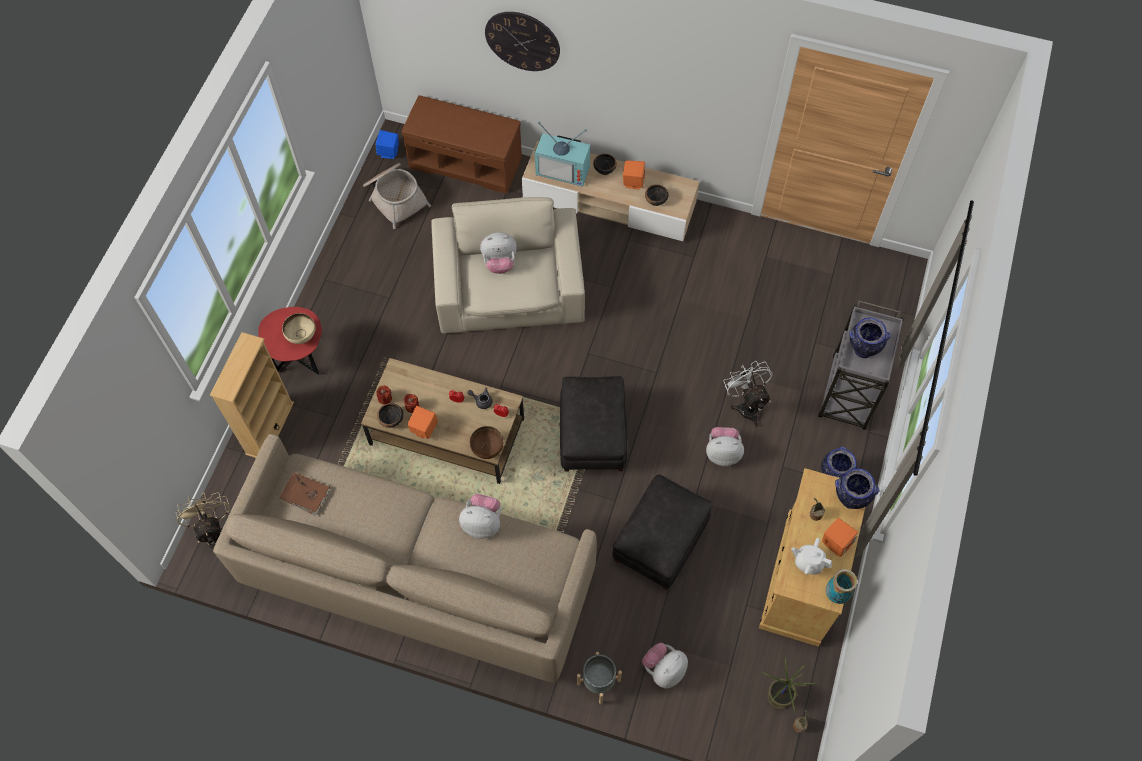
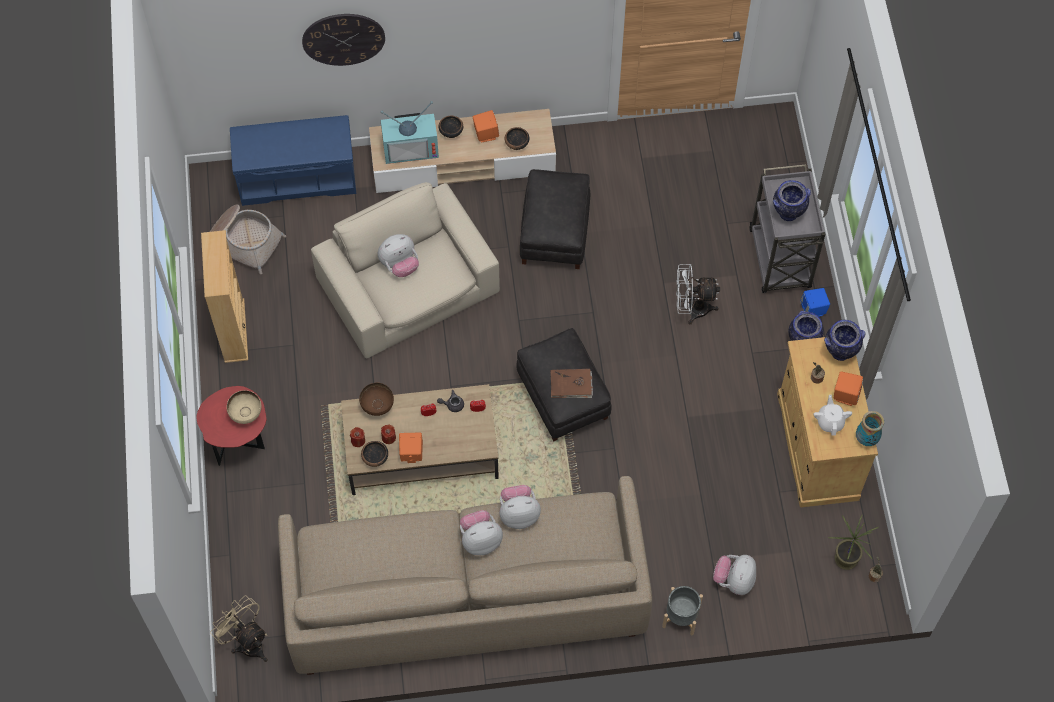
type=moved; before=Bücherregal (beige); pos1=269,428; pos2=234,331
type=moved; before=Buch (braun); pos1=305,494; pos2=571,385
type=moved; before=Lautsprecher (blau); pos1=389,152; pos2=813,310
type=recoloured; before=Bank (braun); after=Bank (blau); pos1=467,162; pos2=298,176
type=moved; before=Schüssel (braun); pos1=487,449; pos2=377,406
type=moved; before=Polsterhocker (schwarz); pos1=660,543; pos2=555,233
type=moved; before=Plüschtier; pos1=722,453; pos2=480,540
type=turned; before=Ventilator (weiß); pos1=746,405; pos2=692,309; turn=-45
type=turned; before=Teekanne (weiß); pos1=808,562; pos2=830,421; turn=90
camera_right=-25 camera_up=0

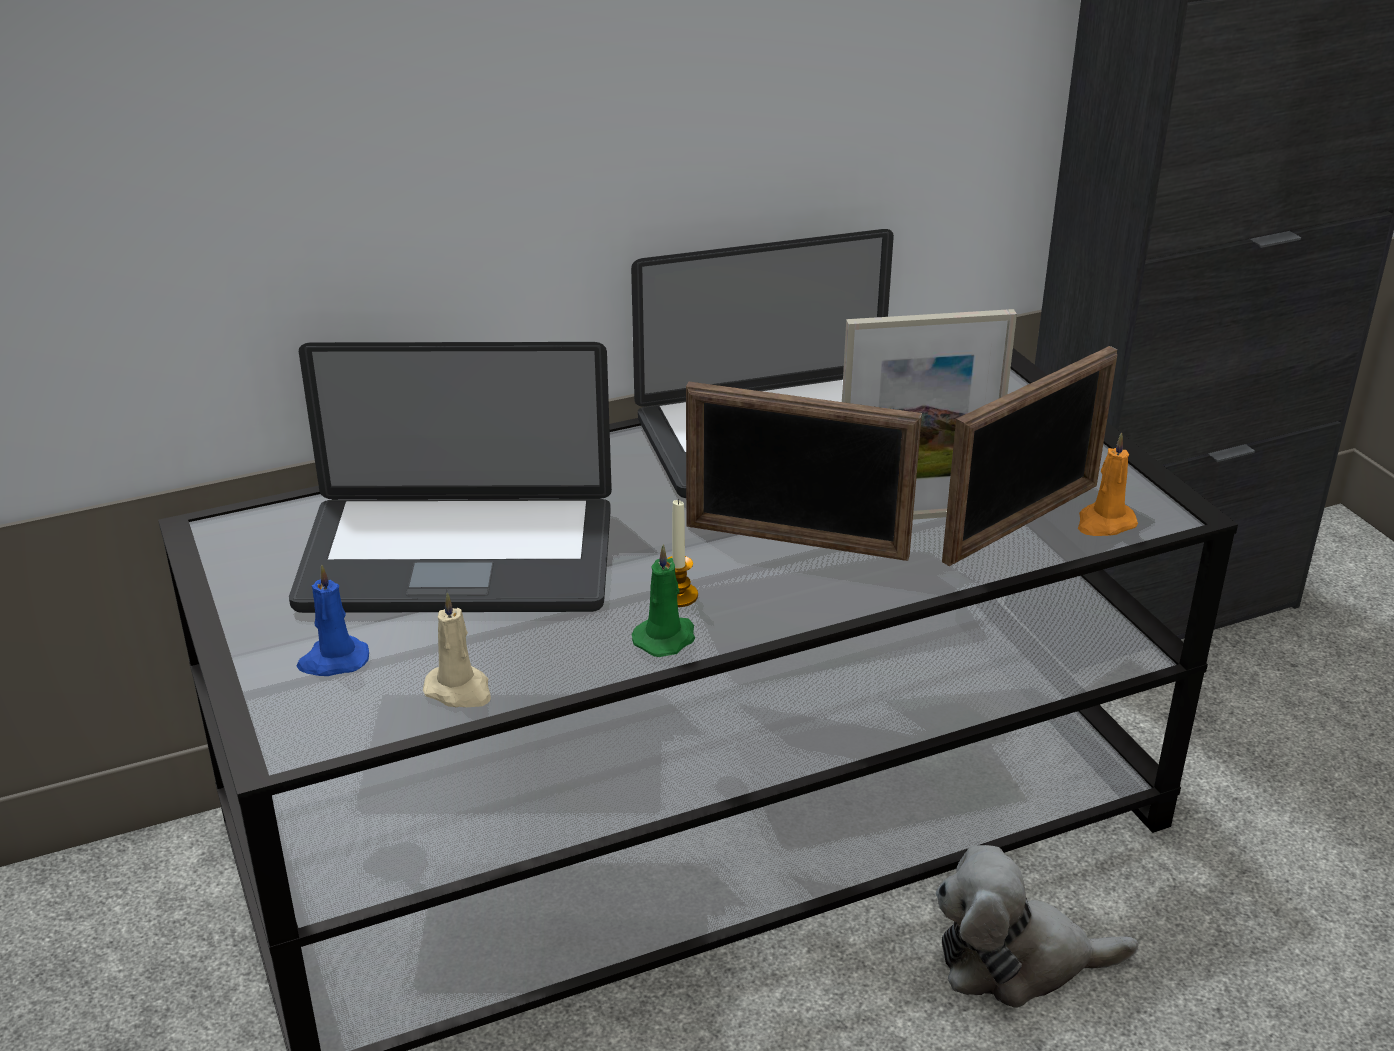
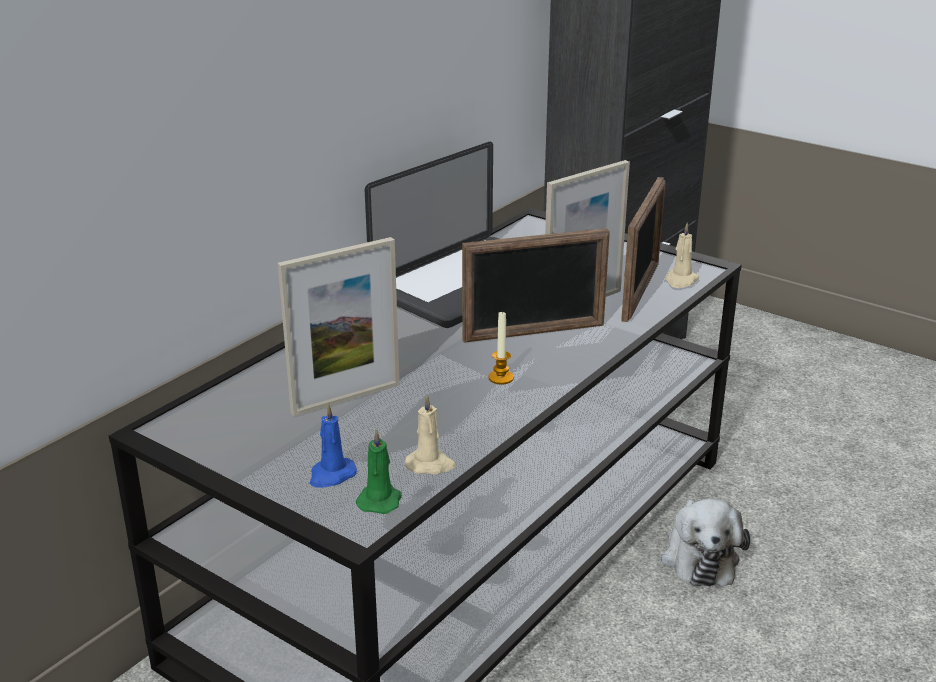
type=replaced; before=Laptop; after=Bilderrahmen; pos1=458,560; pos2=346,398
type=moved; before=Kerze (grün); pos1=666,638; pos2=380,500
type=turned; before=Plüschtier; pos1=1017,961; pos2=699,556; turn=-60
type=recoloured; before=Kerze (orange); after=Kerze (beige); pos1=1104,523; pos2=681,280
camera_right=-30 camera_up=-5

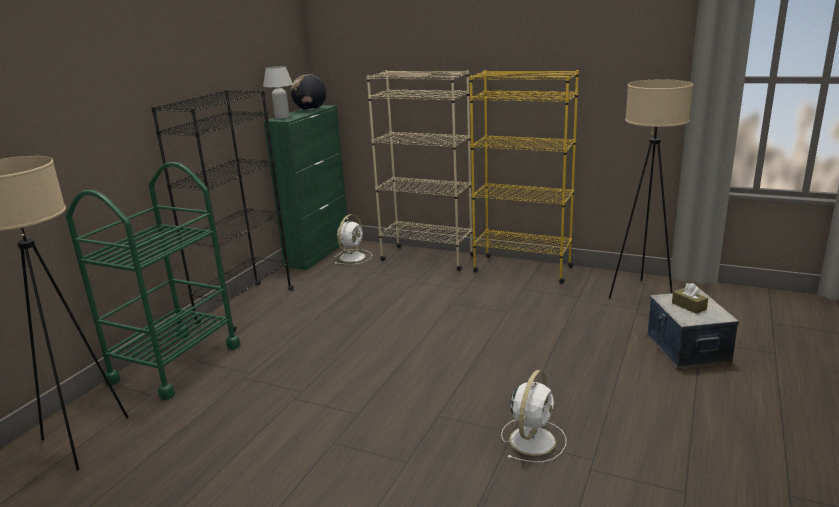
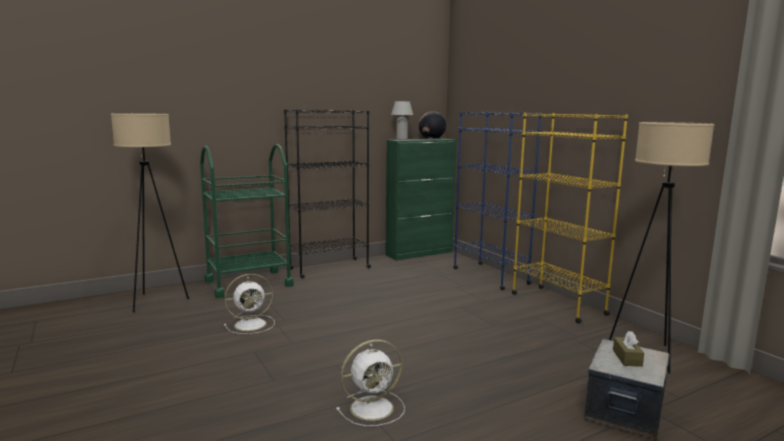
type=moved; before=Ventilator (weiß); pos1=353,257; pos2=252,324
type=recoloured; before=Bücherregal (beige); after=Bücherregal (blau); pos1=427,258; pos2=490,276
camera_right=35 camera_up=-10

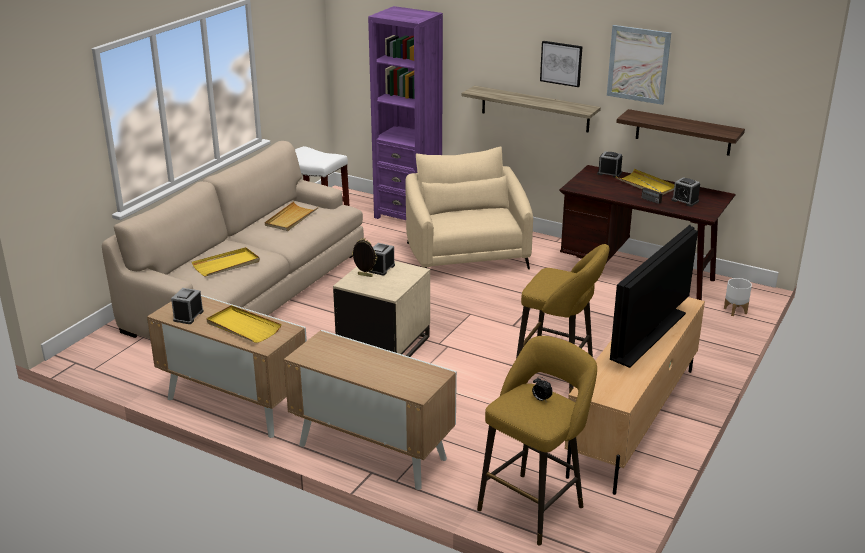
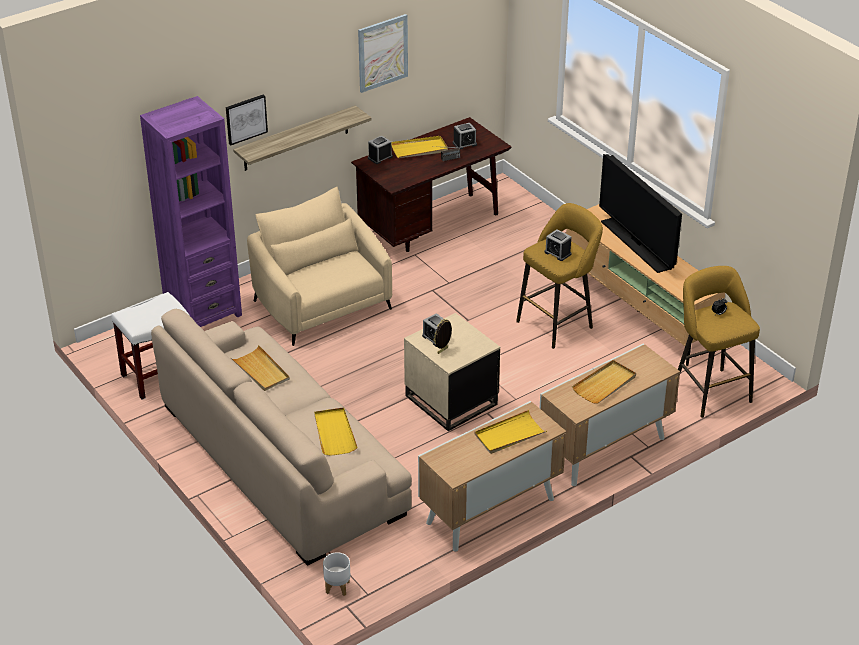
type=moved; before=Wecker; pos1=188,316; pos2=557,253
type=turned; before=Sessel (beige); pos1=467,255; pos2=322,304; turn=45
type=moved; before=Bild; pos1=561,63; pos2=246,119
type=removed; before=Wandregal; pos1=683,132
type=moved; before=Pflanzkübel (weiß); pos1=735,310; pos2=337,587
type=added; after=Tablett (beige); pos2=605,384
camera_right=-65 camera_up=10

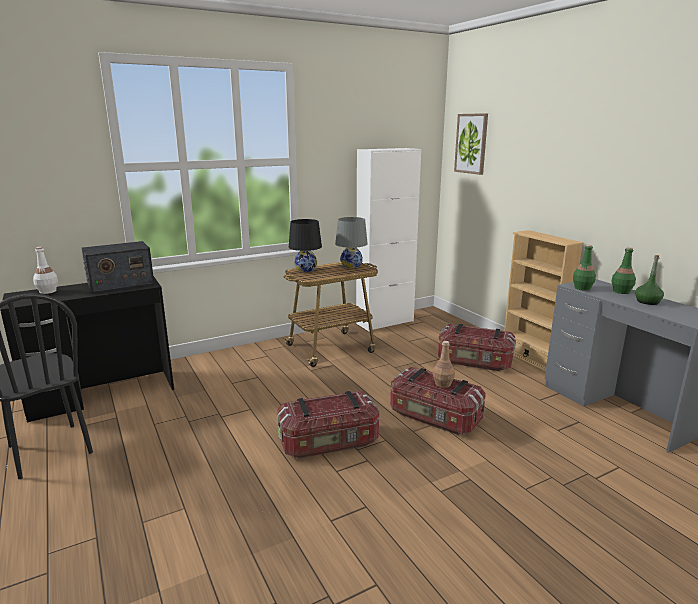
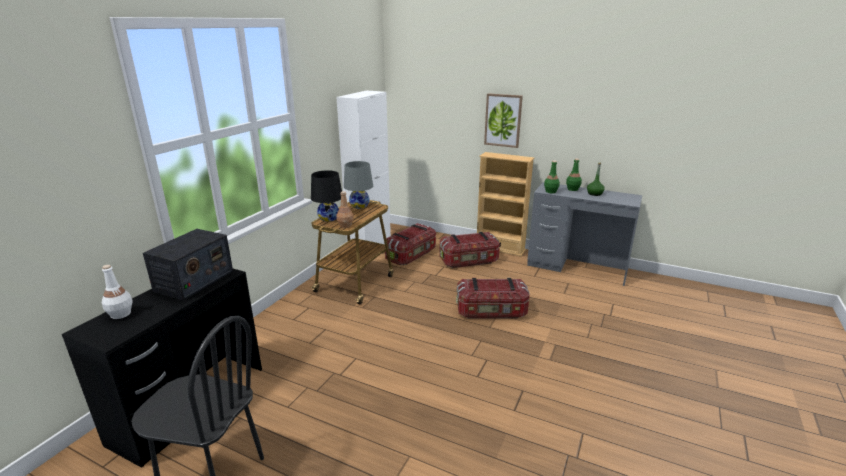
type=moved; before=Aufbewahrungsbox; pos1=329,443; pos2=412,255
type=moved; before=Flasche (braun); pos1=443,384; pos2=345,225
type=moved; before=Bild; pos1=471,143; pos2=503,120
camera_right=-35 camera_up=5

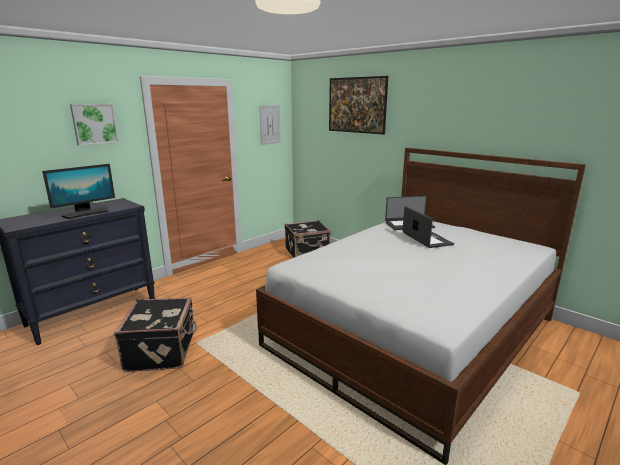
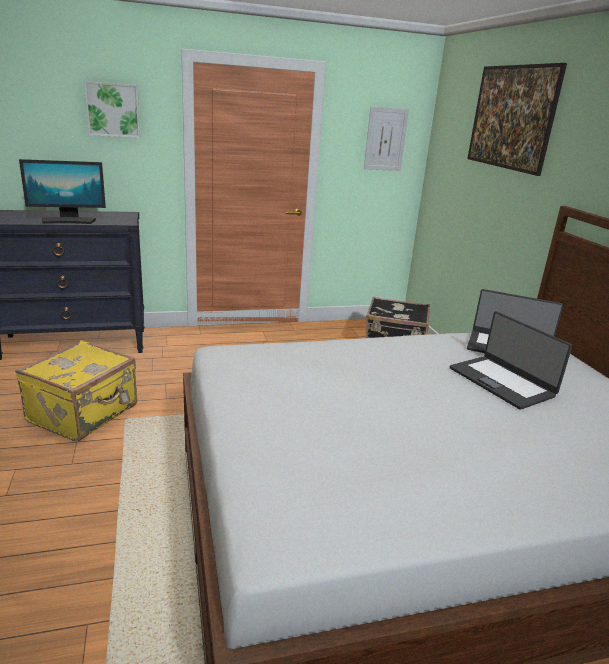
type=recoloured; before=Koffer (schwarz); after=Koffer (gelb); pos1=162,351; pos2=85,414
type=turned; before=Laptop; pos1=426,239; pos2=502,382; turn=135
camera_right=30 camera_up=5

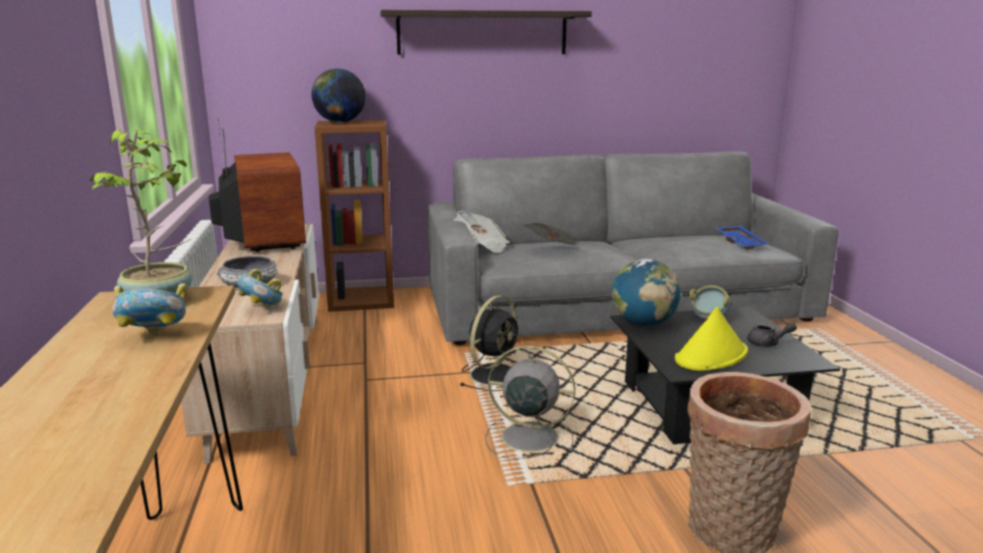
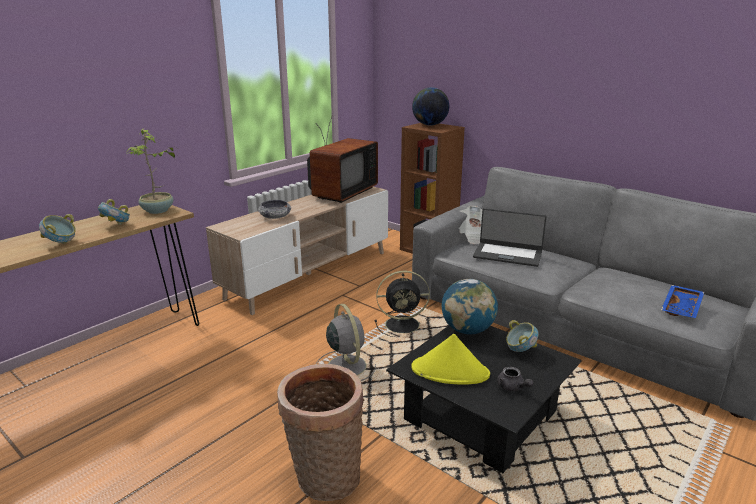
type=moved; before=Schüssel; pos1=262,309; pos2=61,243
type=removed; before=Wandregal; pos1=482,33
type=replaced; before=Zeitung; after=Laptop; pos1=553,249; pos2=507,254
camera_right=50 camera_up=5

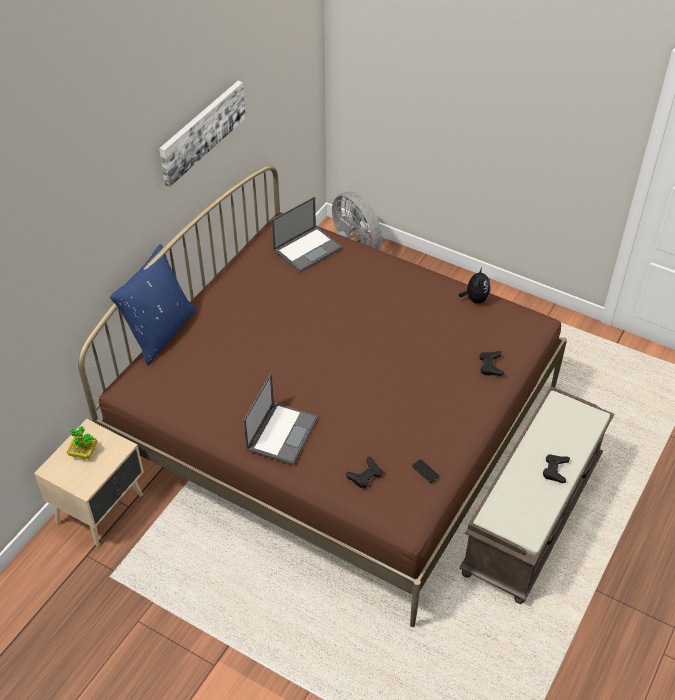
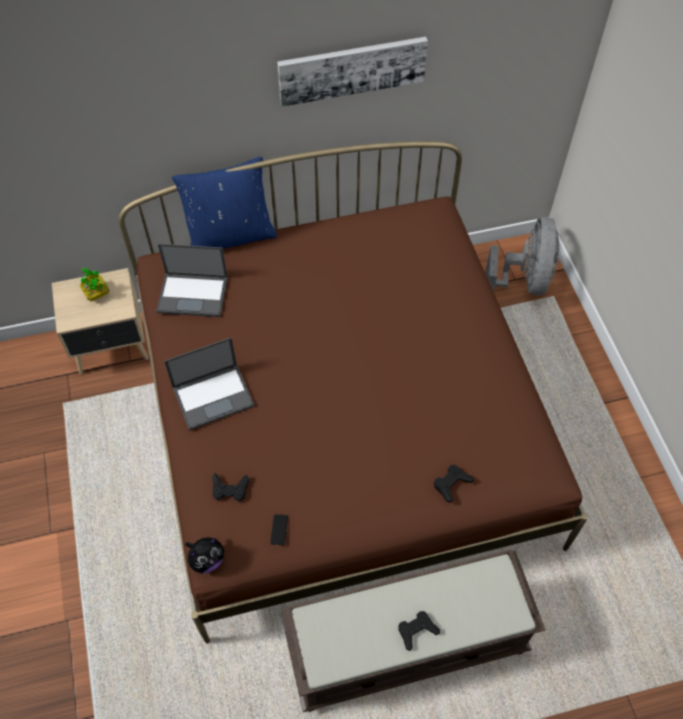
type=moved; before=Laptop; pos1=308,249; pos2=193,294
type=moved; before=Plüschtier; pos1=475,299; pos2=207,560
camera_right=45 camera_up=10

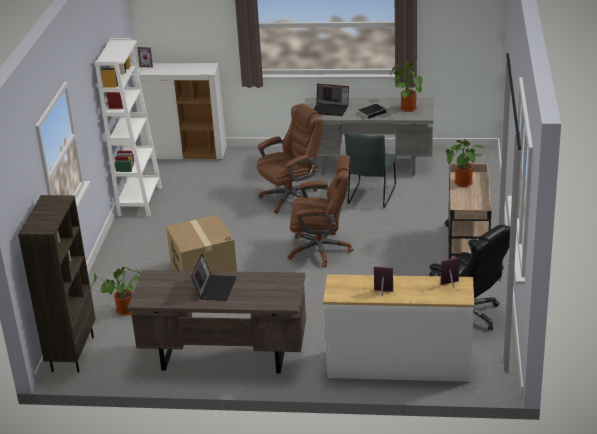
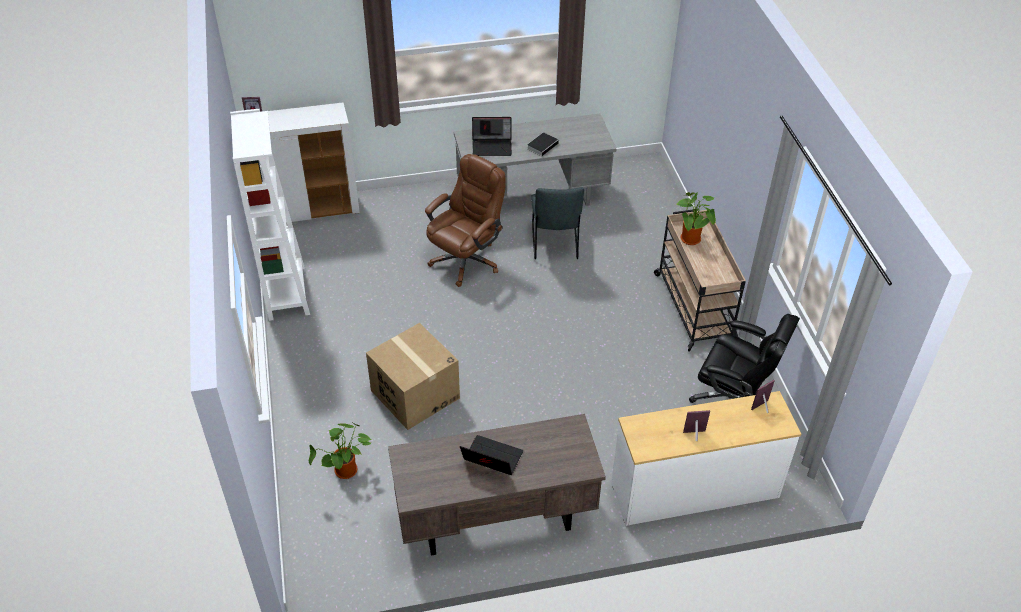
type=removed; before=Bücherregal (braun); pos1=72,353
type=turned; before=Laptop; pos1=215,288; pos2=491,459; turn=-60
type=removed; before=Bürostuhl (braun); pos1=321,249
type=removed; before=Topfpflanze; pos1=407,108
camera_right=-20 camera_up=15

